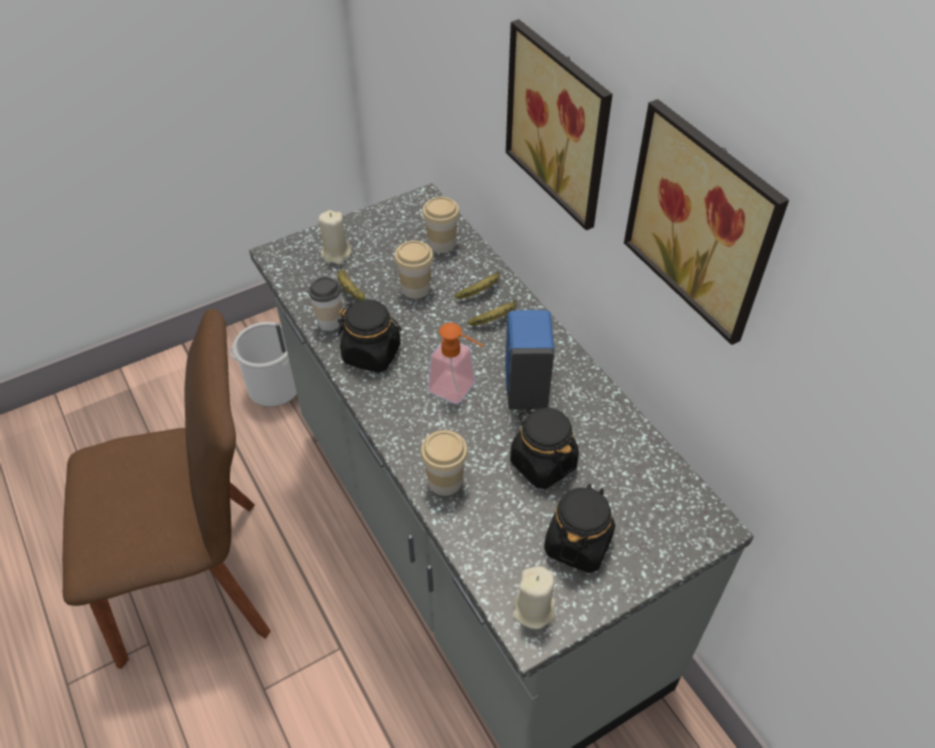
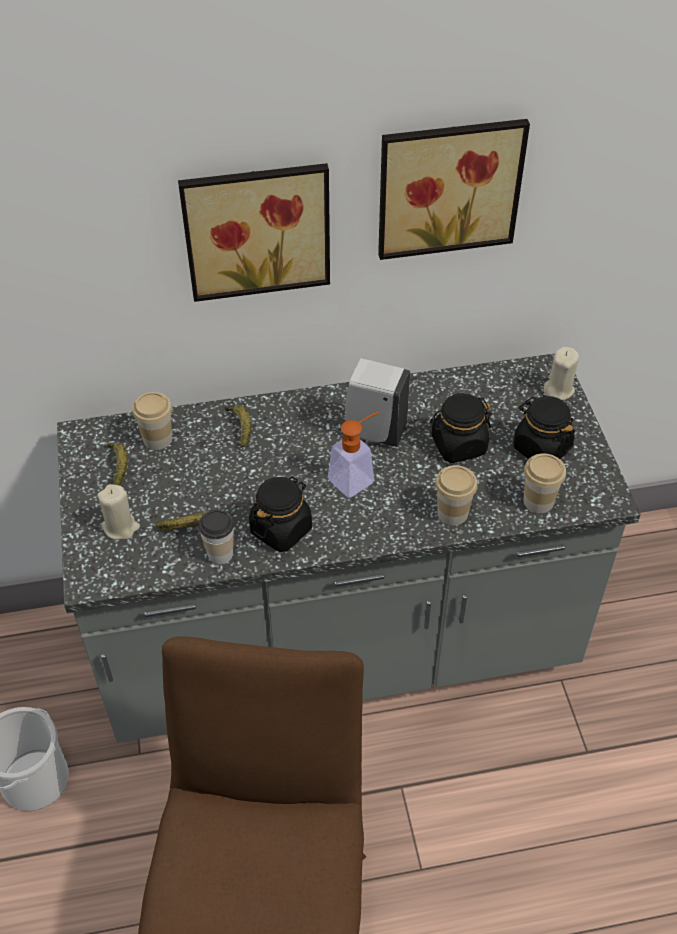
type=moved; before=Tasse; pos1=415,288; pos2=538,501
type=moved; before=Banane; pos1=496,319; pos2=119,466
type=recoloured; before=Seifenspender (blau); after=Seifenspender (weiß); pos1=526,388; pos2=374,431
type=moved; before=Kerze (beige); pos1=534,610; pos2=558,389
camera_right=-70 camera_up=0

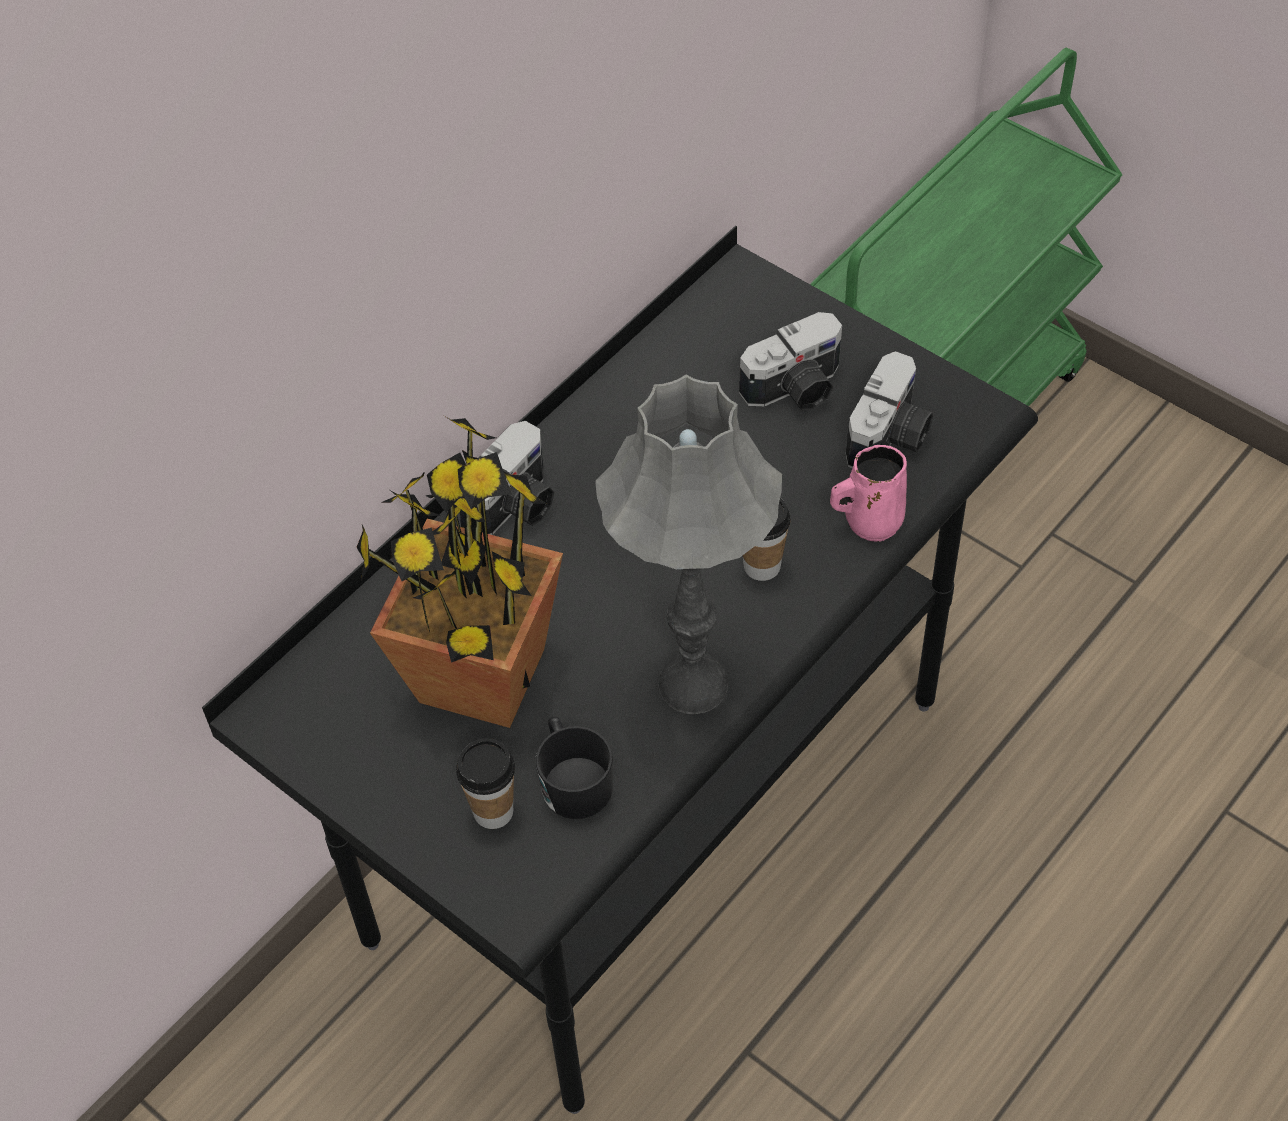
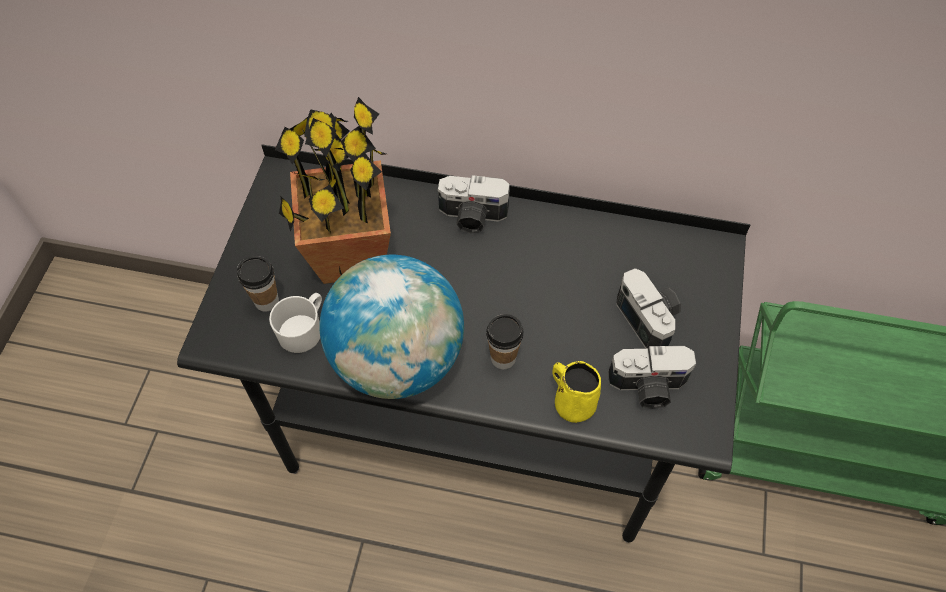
type=recoloured; before=Henkelbecher (schwarz); after=Henkelbecher (weiß); pos1=573,780; pos2=304,329
type=replaced; before=Tischlampe (grau); after=Globus; pos1=693,684; pos2=398,359
type=turned; before=Kamera; pos1=796,390; pos2=650,318; turn=-150
type=recoloured; before=Henkelbecher (rosa); after=Henkelbecher (gelb); pos1=870,521; pos2=572,403
camera_right=60 camera_up=5

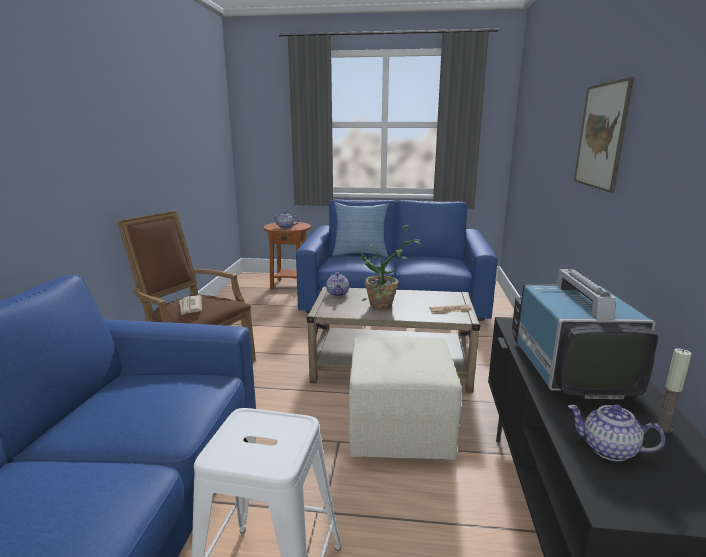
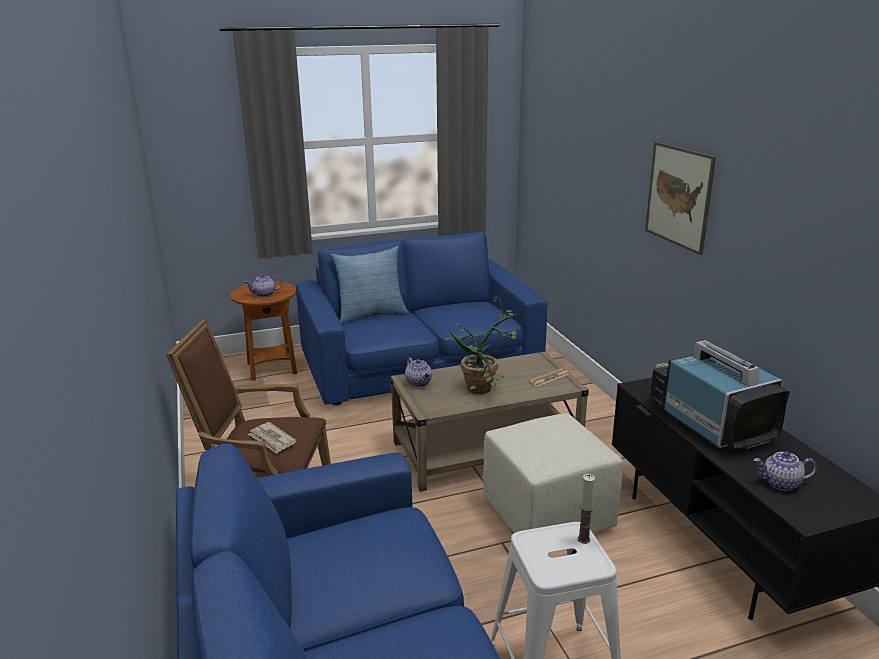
type=moved; before=Kerze; pos1=663,428; pos2=583,539
camera_right=-25 camera_up=5

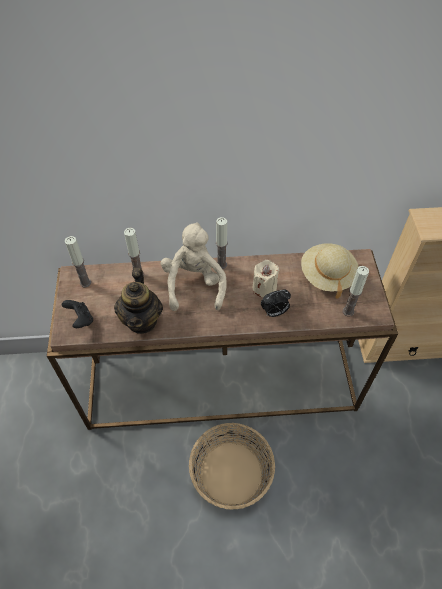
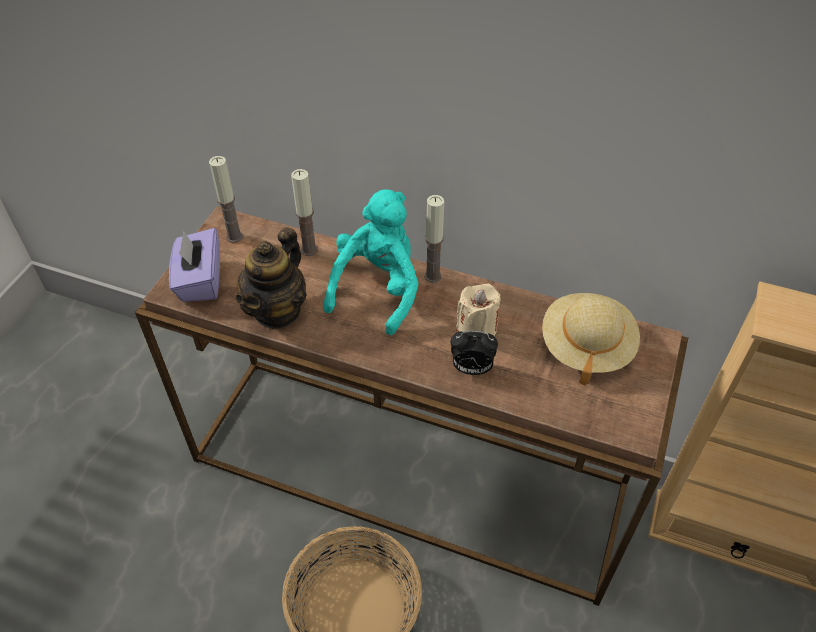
type=replaced; before=Gamepad (schwarz); after=Taschentuchbox (lila); pos1=81,319; pos2=200,281
type=recoloured; before=Plüschtier (beige); after=Plüschtier (türkis); pos1=194,284; pos2=377,289
type=removed; before=Kerze; pos1=348,311
camera_right=25 camera_up=-5

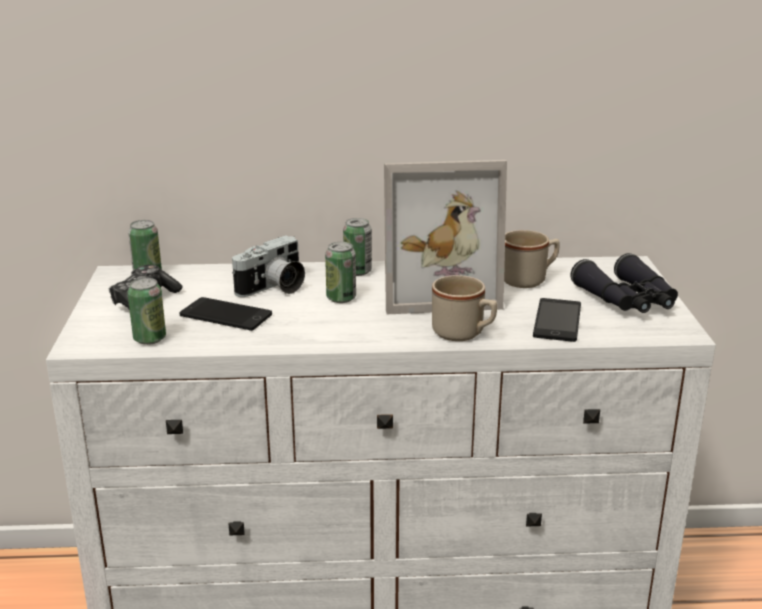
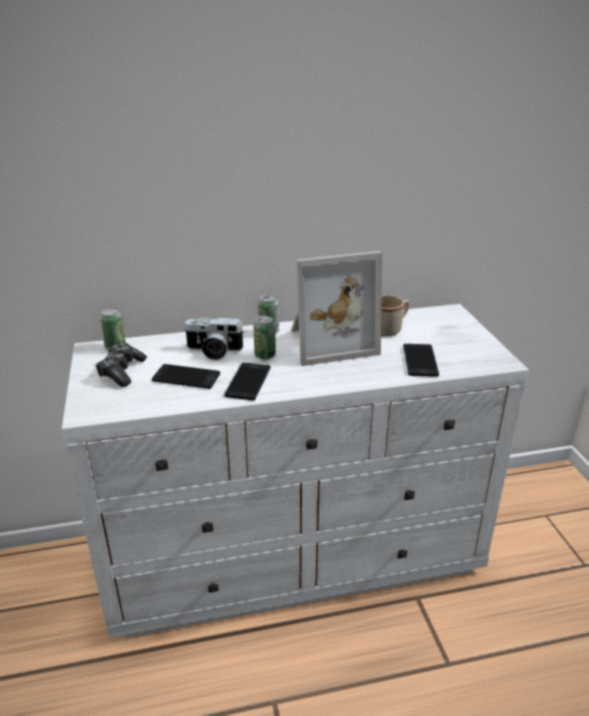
type=removed; before=Dose; pos1=149,339
type=turned; before=Kamera; pos1=274,288; pos2=213,351; turn=60
type=removed; before=Henkelbecher (beige); pos1=464,334
type=removed; before=Fernglas (schwarz); pos1=628,300
type=added; after=Handy; pos2=248,382
camera_right=-10 camera_up=5

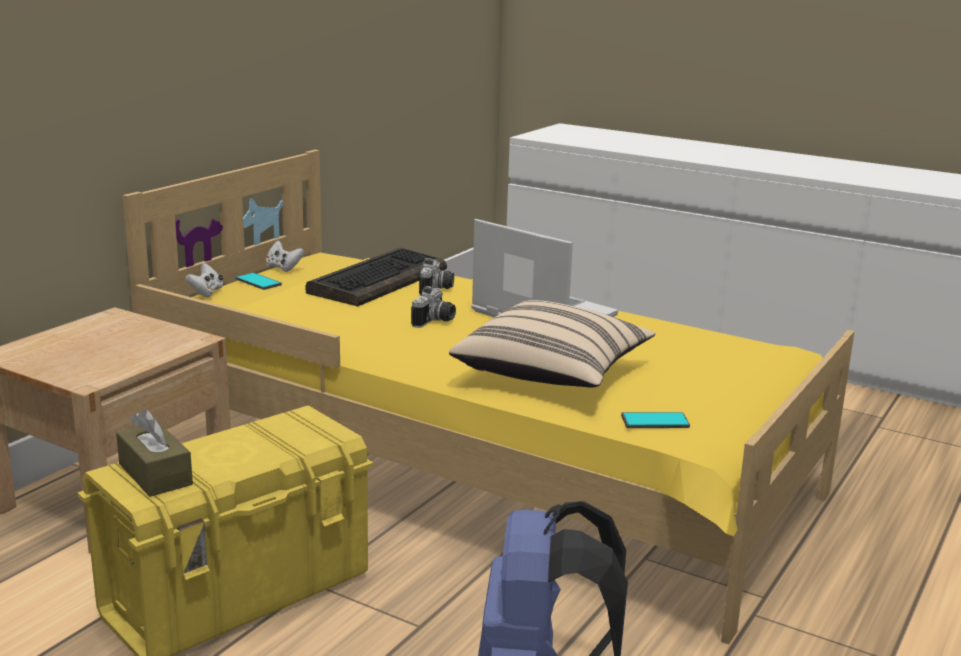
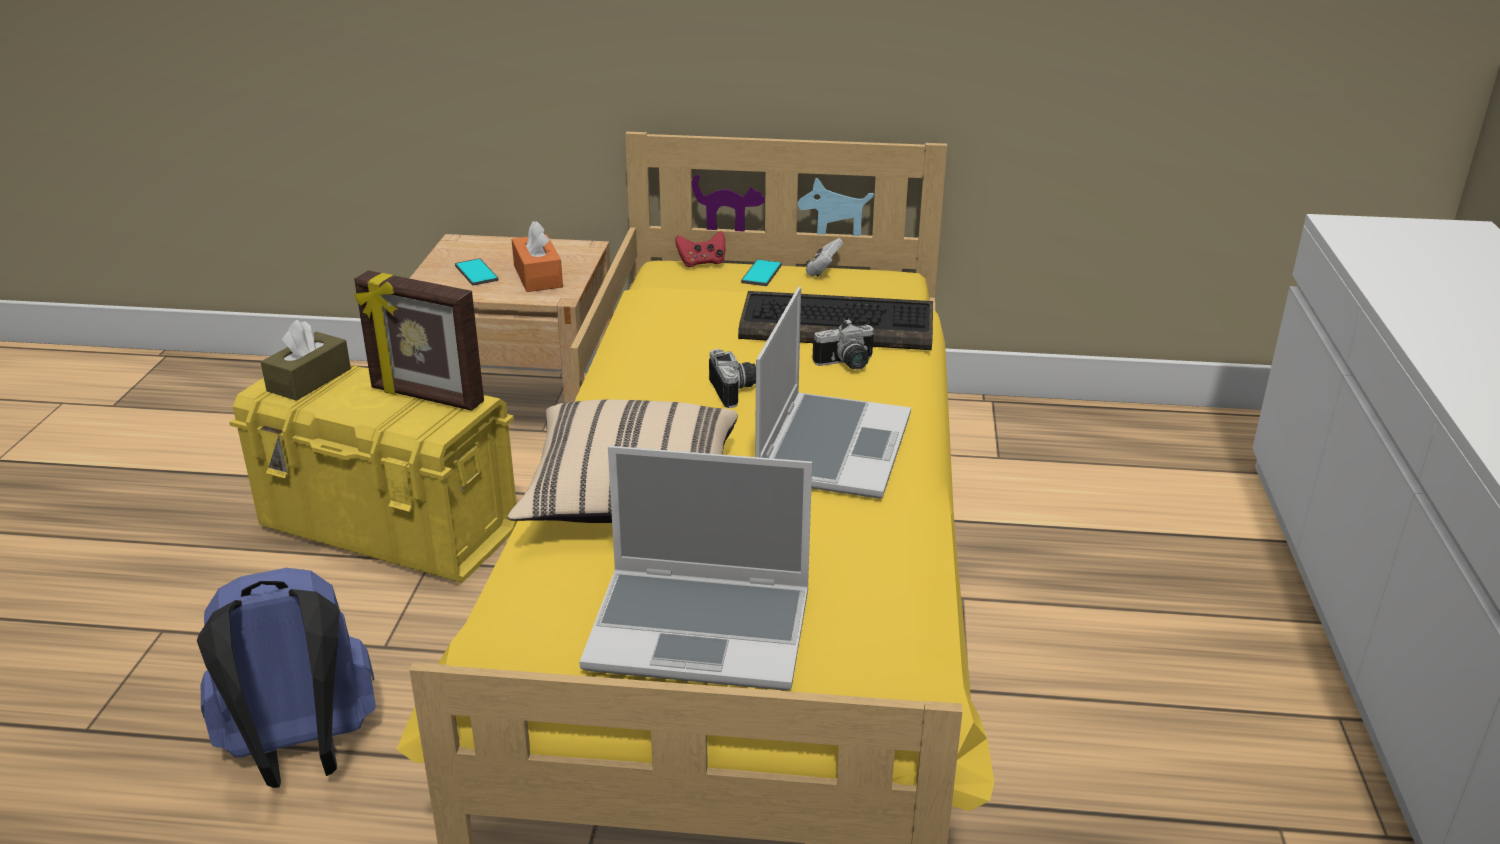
type=recoloured; before=Gamepad (weiß); after=Gamepad (rot); pos1=206,292; pos2=702,263
type=turned; before=Kamera; pos1=435,321; pos2=736,391; turn=-105
type=moved; before=Handy; pos1=655,421; pos2=476,273
type=added; after=Bilderrahmen; pos2=426,397
type=added; after=Taschentuchbox (orange); pos2=538,276
type=added; after=Laptop; pos2=703,630
camera_right=65 camera_up=10

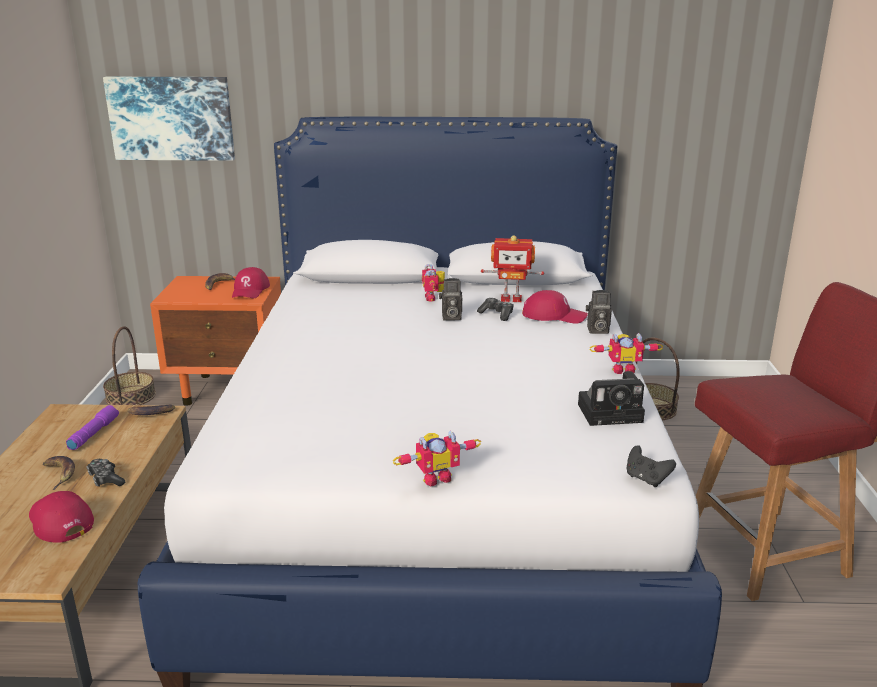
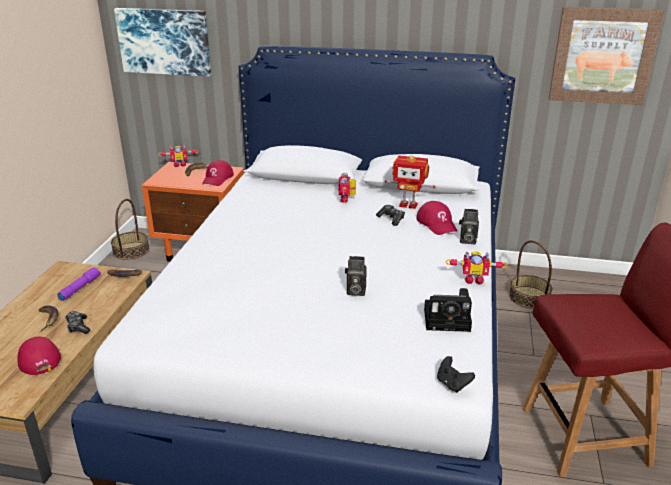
type=moved; before=Spielzeugroboter; pos1=435,477; pos2=179,164
type=moved; before=Kamera; pos1=450,317; pos2=355,291
type=turned; before=Kappe (rot); pos1=554,315; pos2=437,223; turn=45
type=added; after=Bild; pos2=603,55
camera_right=10 camera_up=5

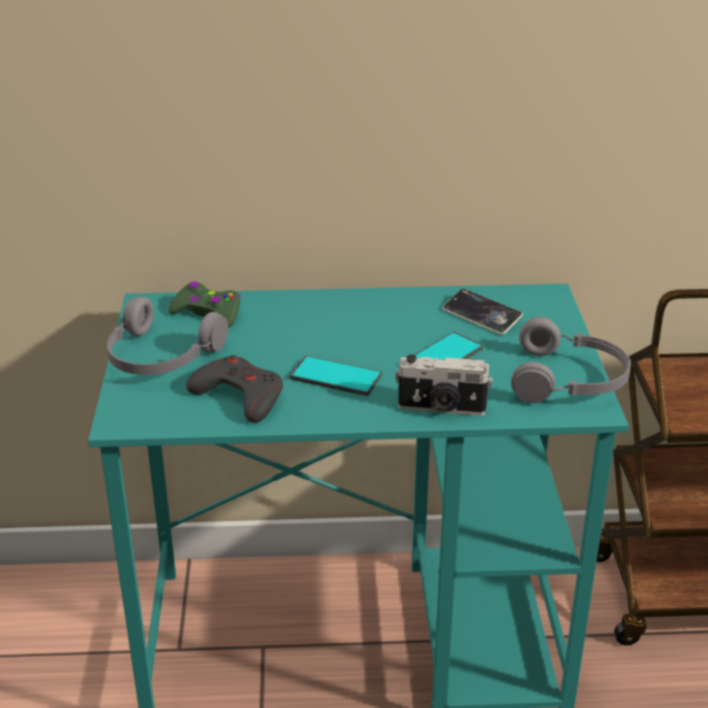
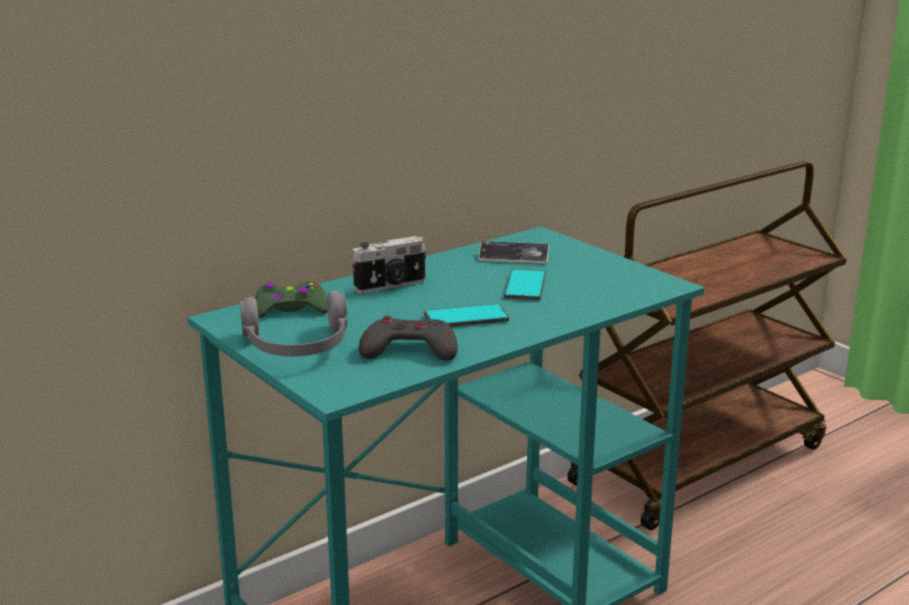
type=moved; before=Kamera; pos1=442,409; pos2=391,286
type=removed; before=Kopfhörer (grau); pos1=570,380
camera_right=-35 camera_up=-10

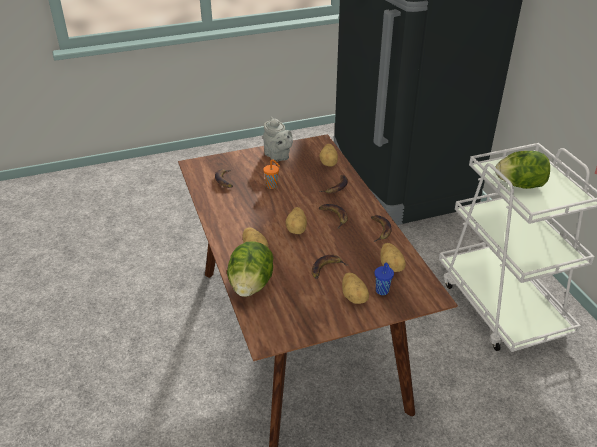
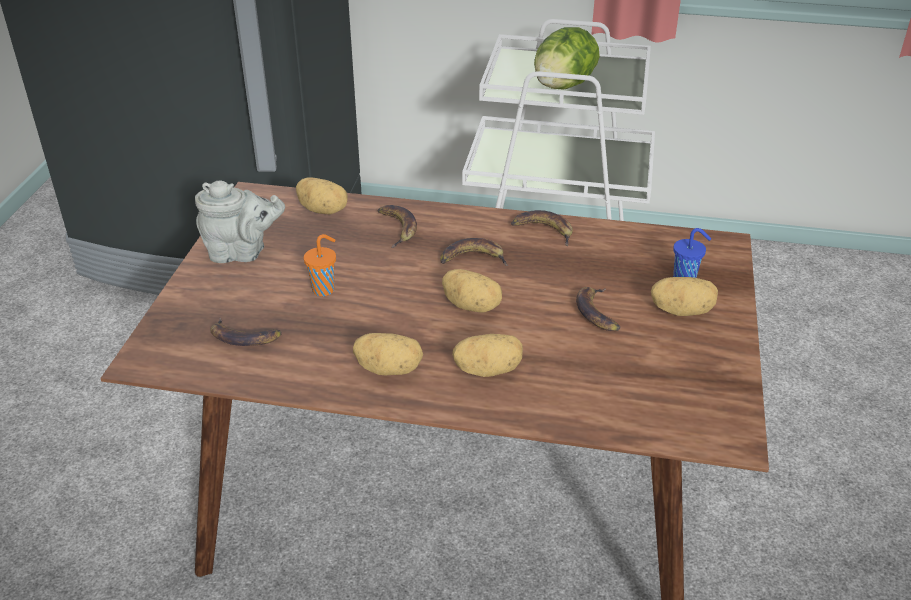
type=removed; before=Salatkopf; pos1=251,285
type=moved; before=Kartoffel; pos1=391,266; pos2=389,369
camera_right=-60 camera_up=0

